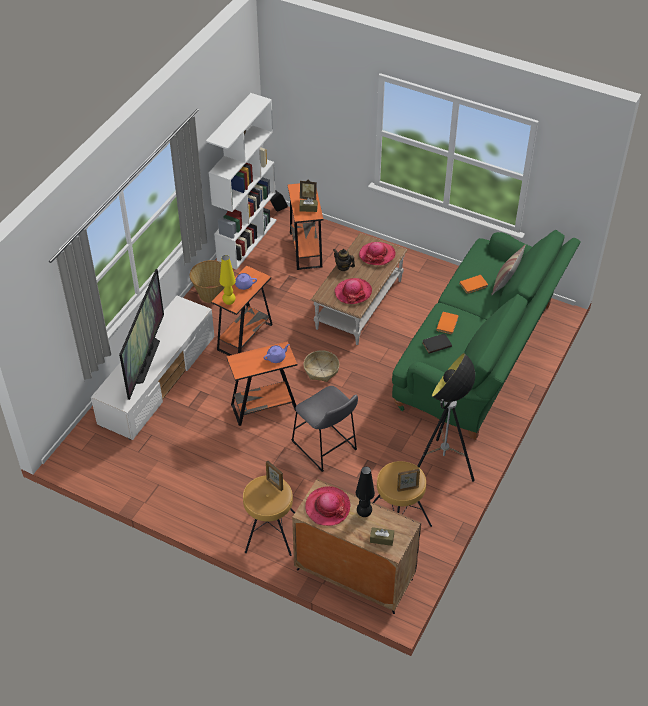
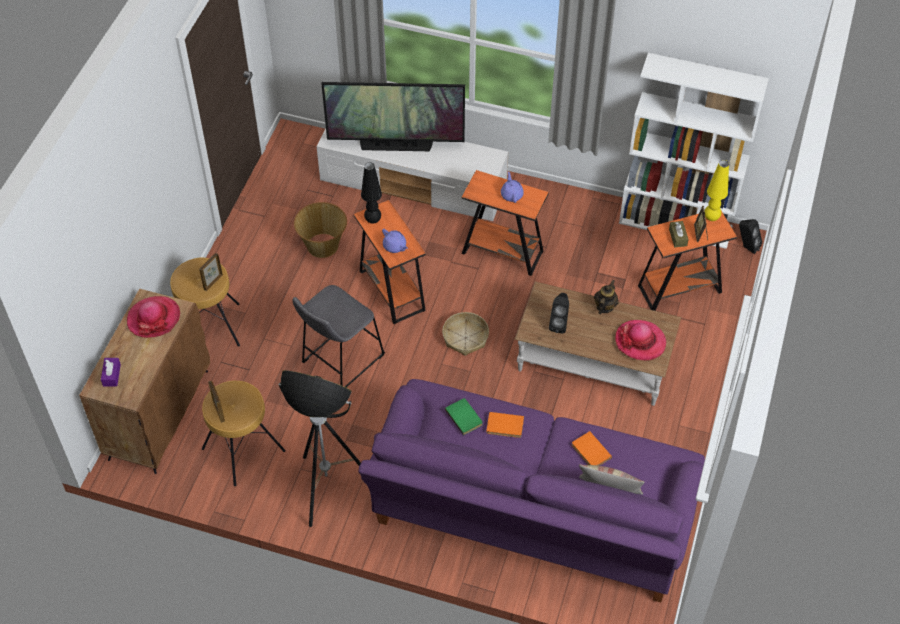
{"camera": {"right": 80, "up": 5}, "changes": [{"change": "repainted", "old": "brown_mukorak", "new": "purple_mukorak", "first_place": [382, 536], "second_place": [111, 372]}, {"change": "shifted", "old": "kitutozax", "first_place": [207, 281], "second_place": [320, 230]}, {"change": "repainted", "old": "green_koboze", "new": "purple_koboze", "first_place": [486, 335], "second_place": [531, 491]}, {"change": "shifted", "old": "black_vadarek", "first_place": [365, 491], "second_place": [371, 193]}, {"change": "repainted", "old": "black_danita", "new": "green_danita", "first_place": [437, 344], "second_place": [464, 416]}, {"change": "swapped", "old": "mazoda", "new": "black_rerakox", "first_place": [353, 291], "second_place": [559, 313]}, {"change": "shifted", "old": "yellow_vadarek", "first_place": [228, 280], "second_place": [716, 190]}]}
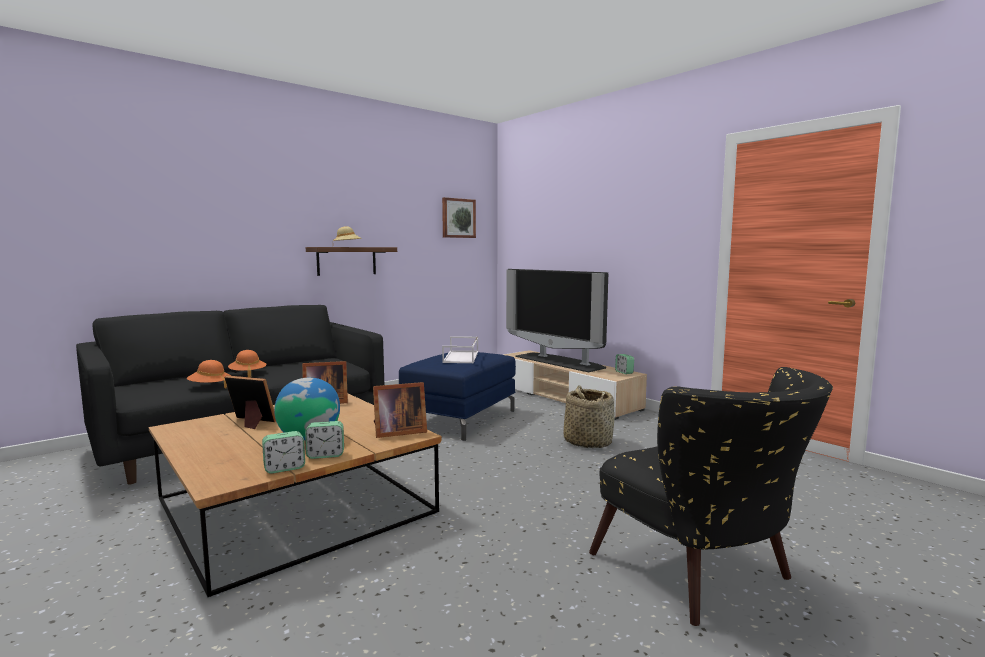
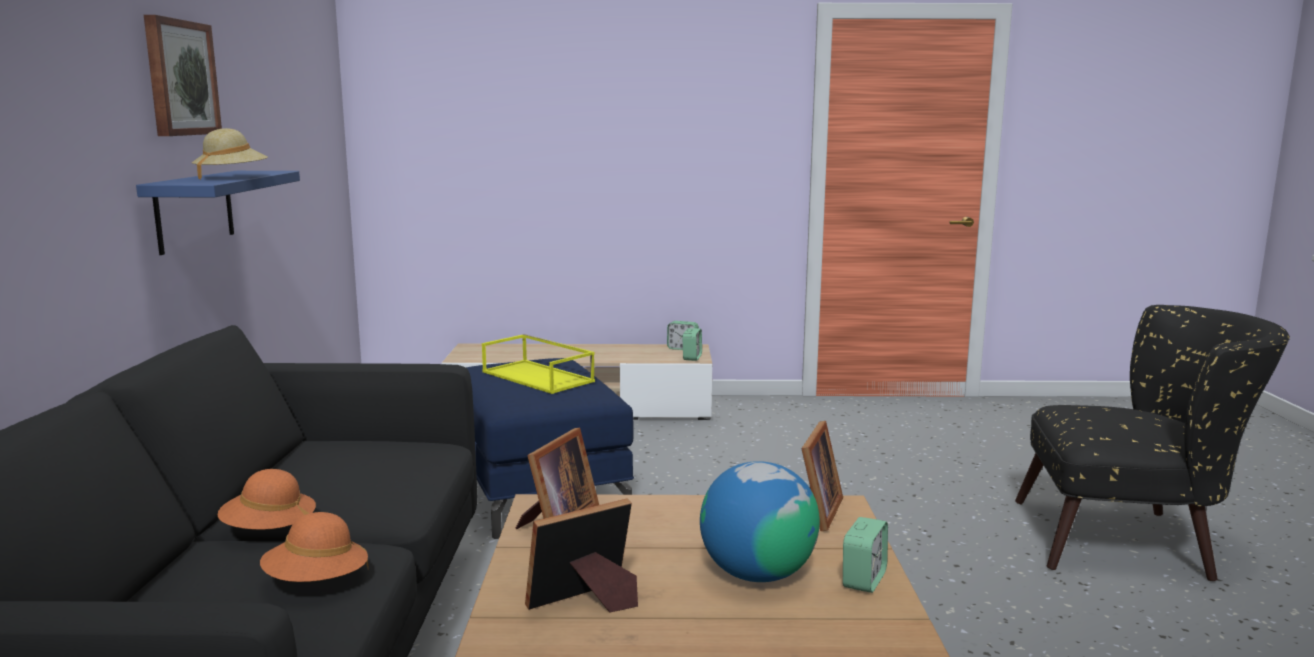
{"camera": {"right": -50, "up": 5}, "changes": [{"change": "repainted", "old": "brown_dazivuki", "new": "blue_dazivuki", "first_place": [351, 261], "second_place": [218, 213]}, {"change": "shifted", "old": "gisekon", "first_place": [459, 217], "second_place": [183, 75]}, {"change": "repainted", "old": "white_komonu", "new": "yellow_komonu", "first_place": [460, 349], "second_place": [538, 364]}, {"change": "shifted", "old": "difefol", "first_place": [283, 452], "second_place": [692, 344]}, {"change": "gone", "old": "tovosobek", "first_place": [557, 320]}, {"change": "gone", "old": "kitutozax", "first_place": [589, 416]}]}
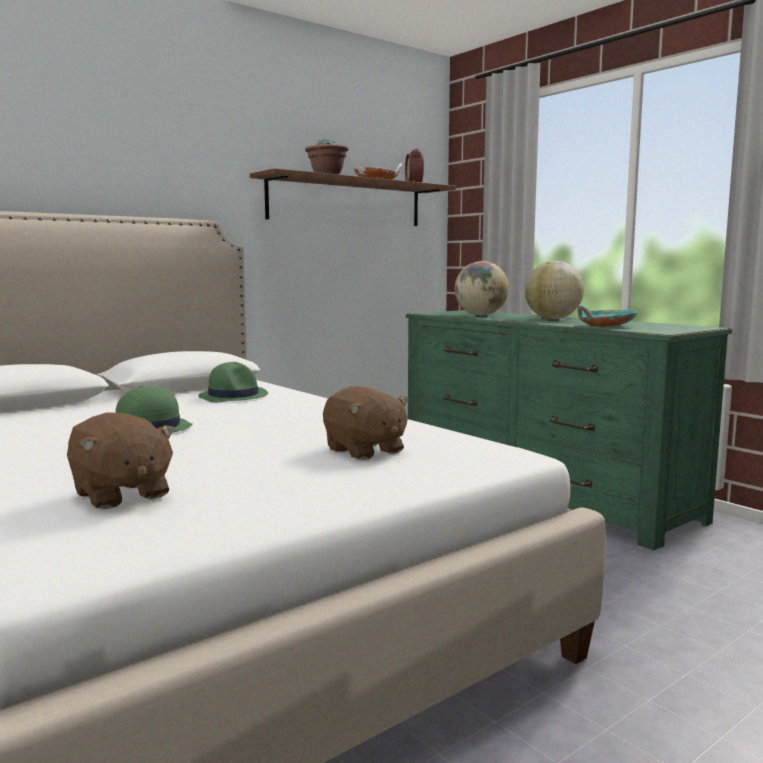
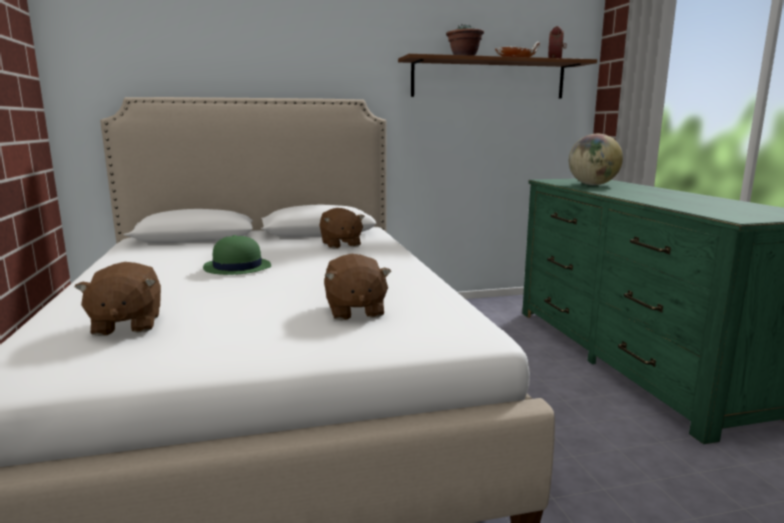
{"camera": {"right": 25, "up": 5}, "changes": [{"change": "swapped", "old": "green_mazoda", "new": "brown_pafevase", "first_place": [233, 382], "second_place": [342, 228]}, {"change": "gone", "old": "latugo", "first_place": [554, 290]}, {"change": "gone", "old": "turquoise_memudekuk", "first_place": [607, 316]}]}
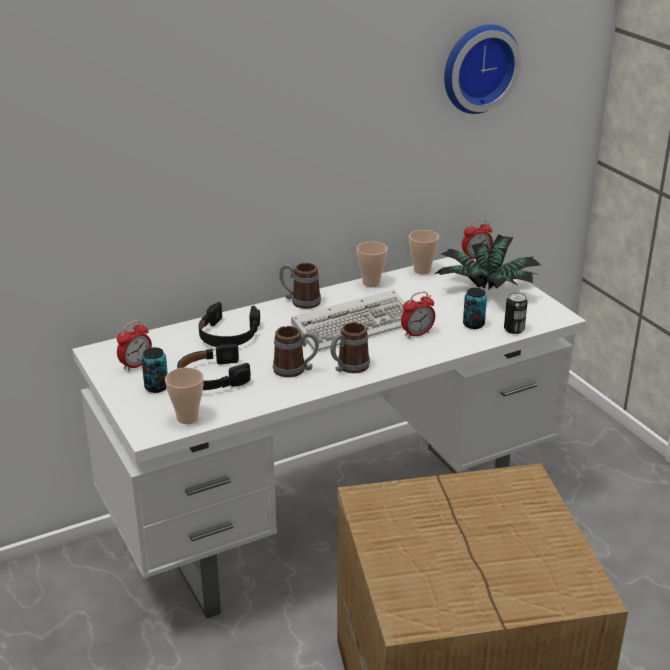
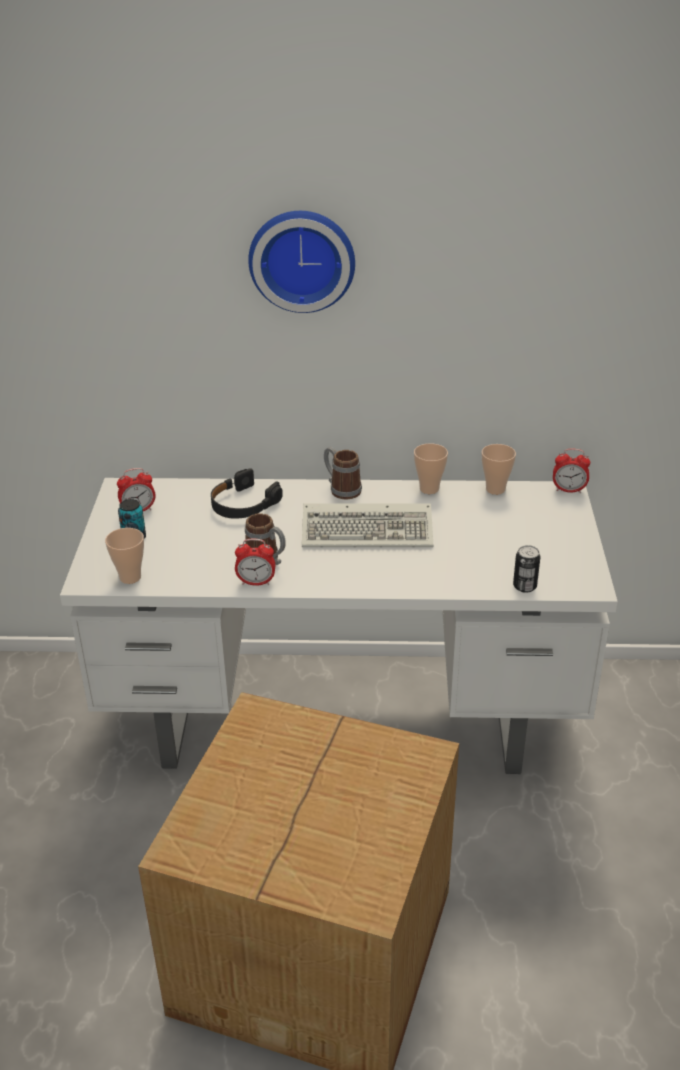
{"camera": {"right": 30, "up": 5}, "changes": [{"change": "shifted", "old": "difefol", "first_place": [418, 315], "second_place": [255, 562]}, {"change": "shifted", "old": "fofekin", "first_place": [482, 69], "second_place": [301, 262]}, {"change": "gone", "old": "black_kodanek", "first_place": [214, 366]}, {"change": "gone", "old": "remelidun", "first_place": [350, 347]}, {"change": "gone", "old": "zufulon", "first_place": [488, 261]}, {"change": "gone", "old": "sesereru", "first_place": [475, 308]}]}
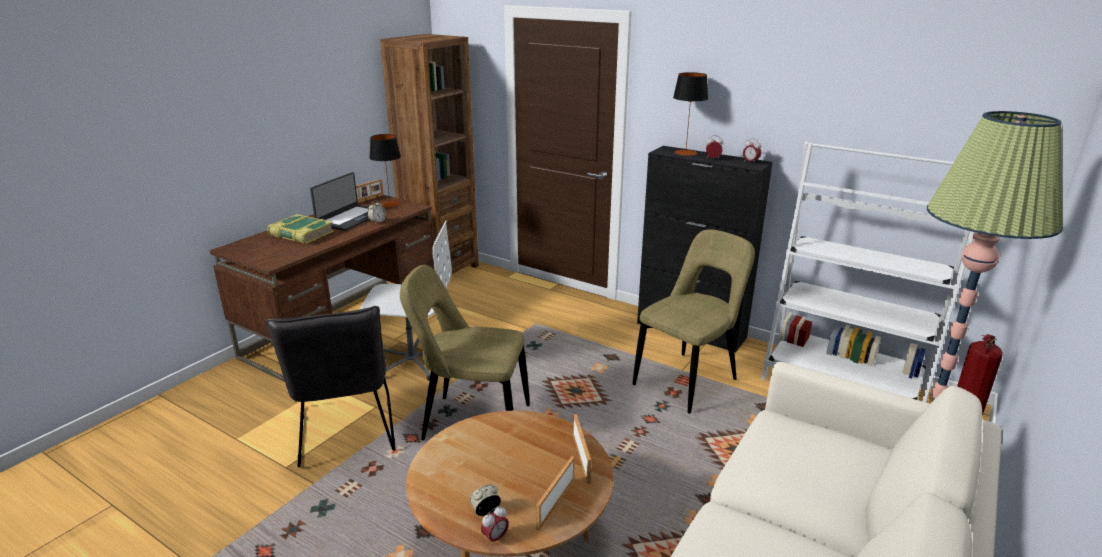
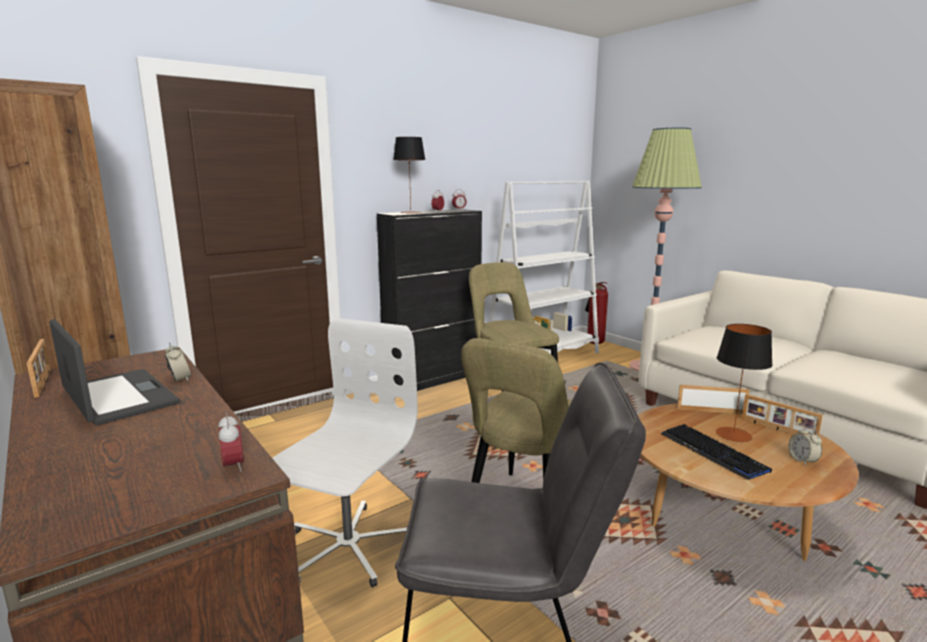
{"camera": {"right": -70, "up": -10}, "changes": [{"change": "shifted", "old": "difefol", "first_place": [495, 526], "second_place": [231, 442]}, {"change": "new", "new": "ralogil", "second_place": [716, 452]}, {"change": "shifted", "old": "vadarek", "first_place": [385, 171], "second_place": [744, 383]}, {"change": "gone", "old": "danita", "first_place": [300, 229]}]}
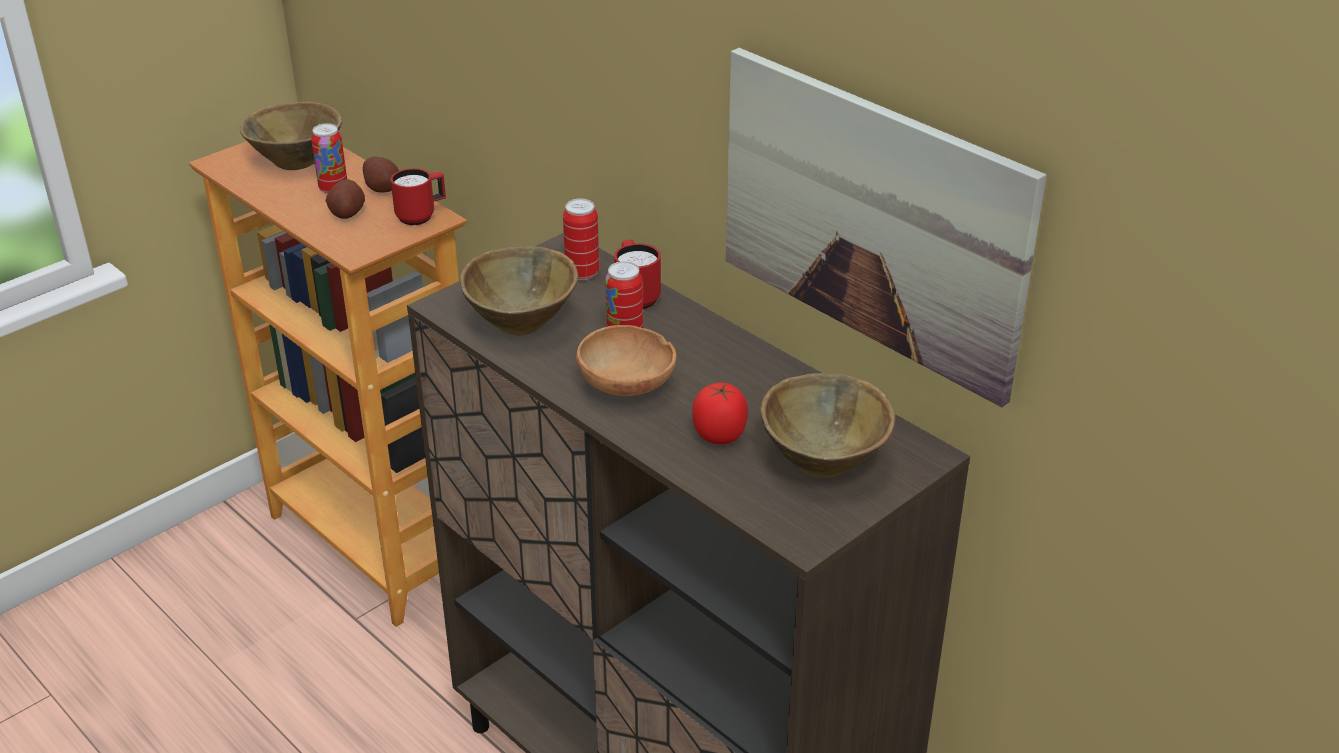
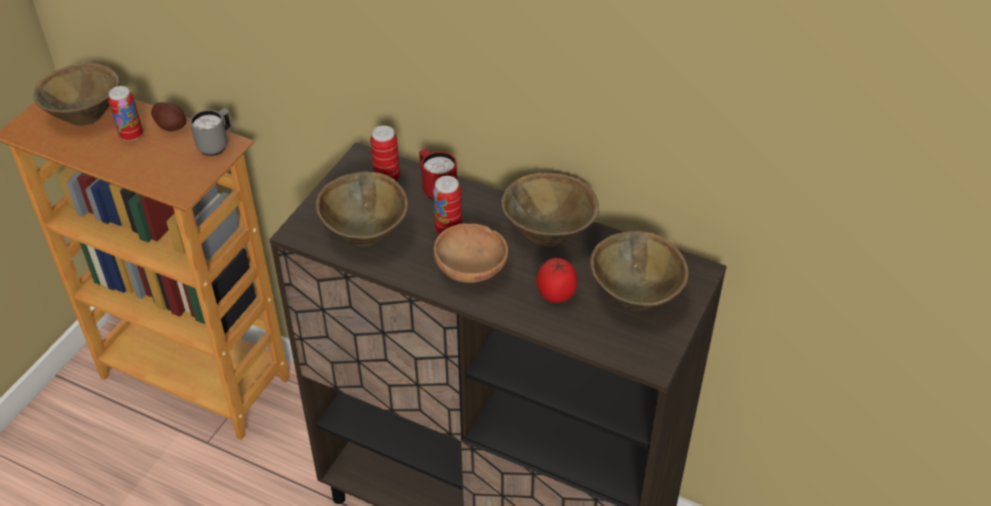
{"camera": {"right": -20, "up": 10}, "changes": [{"change": "repainted", "old": "red_remelidun", "new": "grey_remelidun", "first_place": [418, 196], "second_place": [211, 132]}, {"change": "new", "new": "brown_memudekuk", "second_place": [550, 209]}, {"change": "gone", "old": "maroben", "first_place": [345, 199]}, {"change": "gone", "old": "gisekon", "first_place": [886, 227]}]}
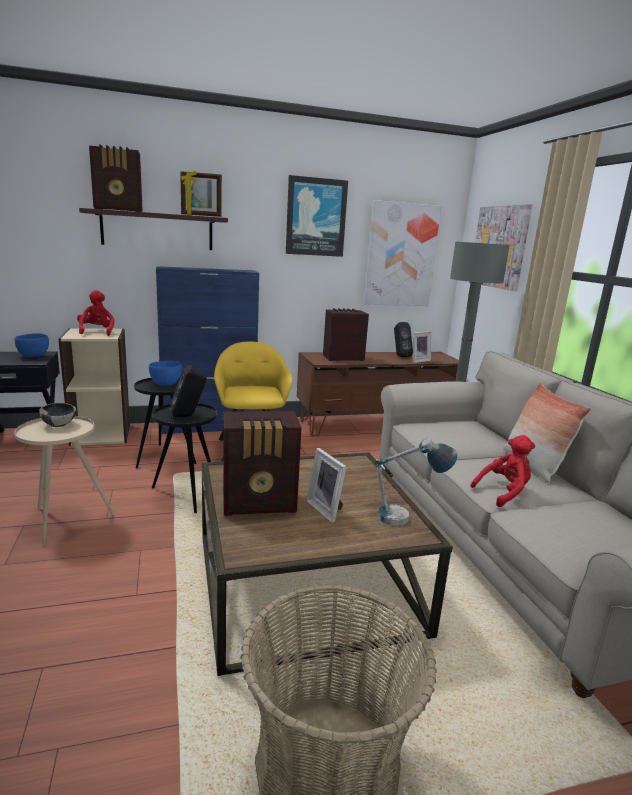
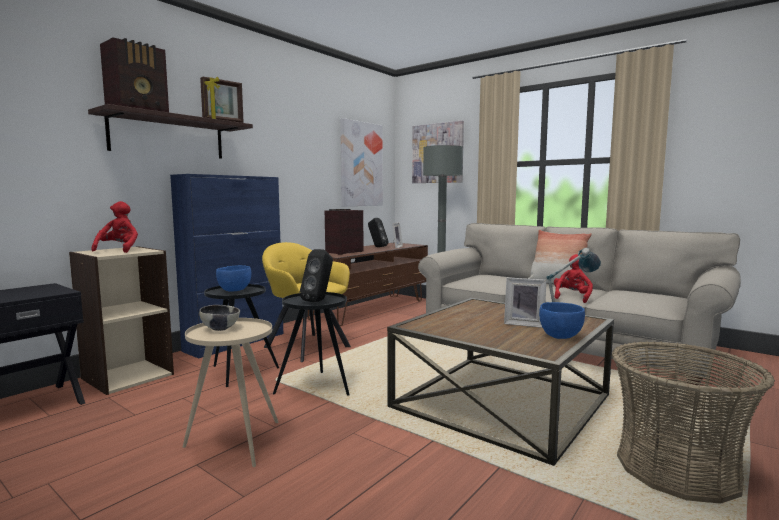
{"camera": {"right": -35, "up": -10}, "changes": [{"change": "rotated", "old": "red_pafevase", "first_place": [95, 313], "second_place": [114, 227], "degrees": 45}, {"change": "shifted", "old": "blue_memudekuk", "first_place": [31, 345], "second_place": [562, 320]}, {"change": "gone", "old": "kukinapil", "first_place": [262, 463]}, {"change": "gone", "old": "gisekon", "first_place": [317, 216]}]}
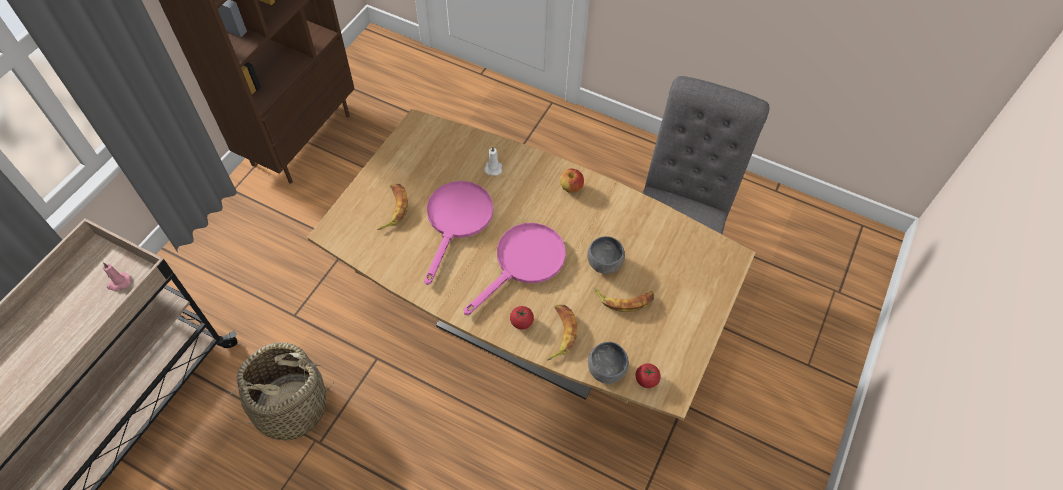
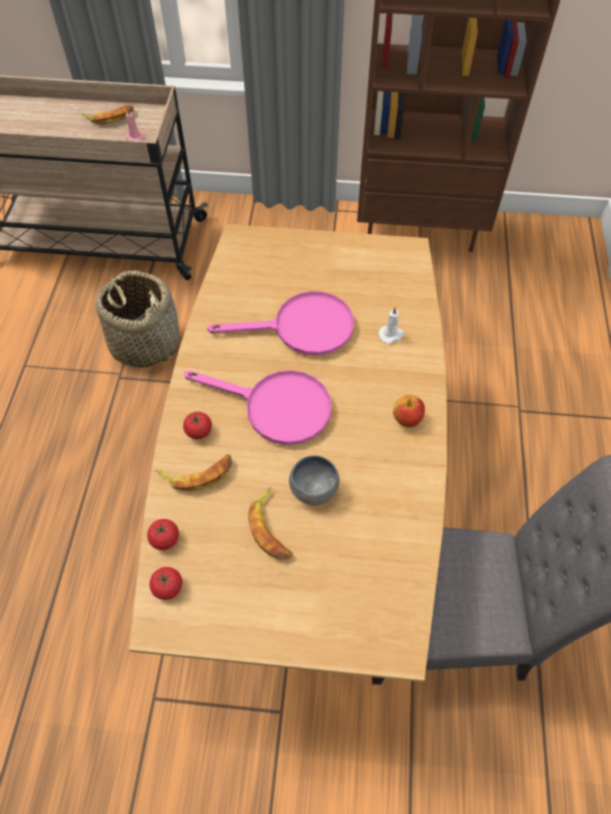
{"camera": {"right": 70, "up": 0}, "changes": [{"change": "shifted", "old": "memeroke", "first_place": [392, 207], "second_place": [108, 114]}, {"change": "swapped", "old": "grey_memudekuk", "new": "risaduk", "first_place": [608, 363], "second_place": [163, 534]}]}
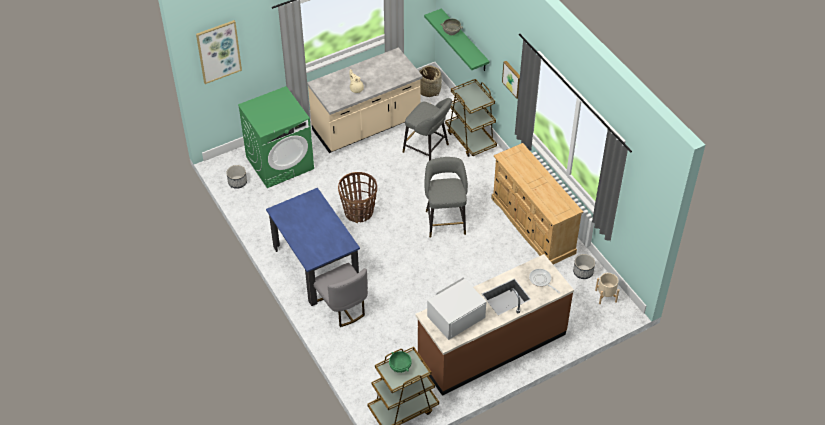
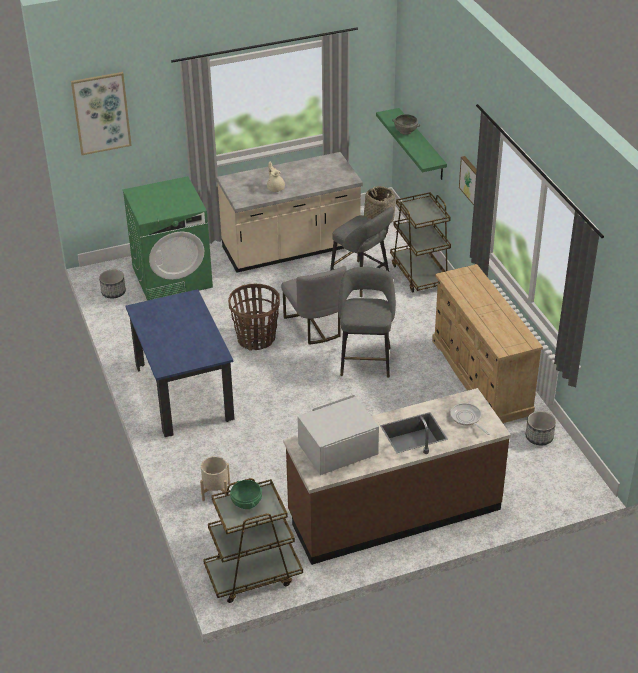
{"camera": {"right": 10, "up": -10}, "changes": [{"change": "shifted", "old": "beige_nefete", "first_place": [607, 288], "second_place": [215, 478]}, {"change": "shifted", "old": "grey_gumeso", "first_place": [341, 295], "second_place": [314, 305]}]}
